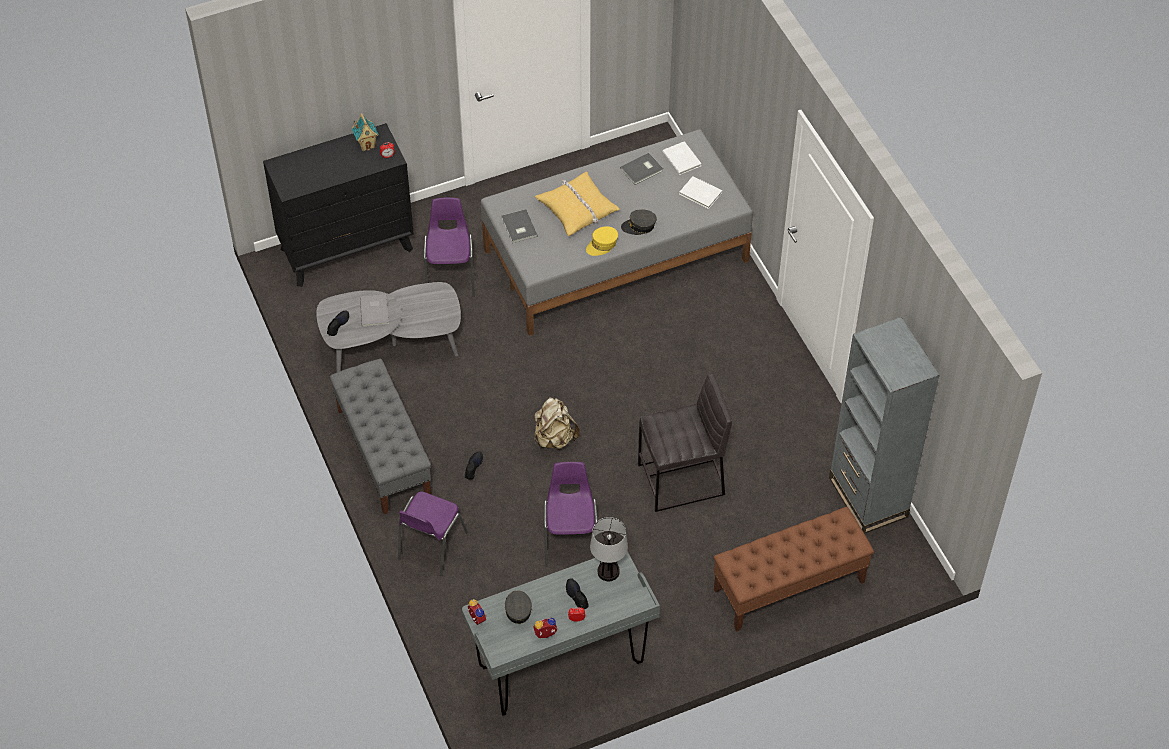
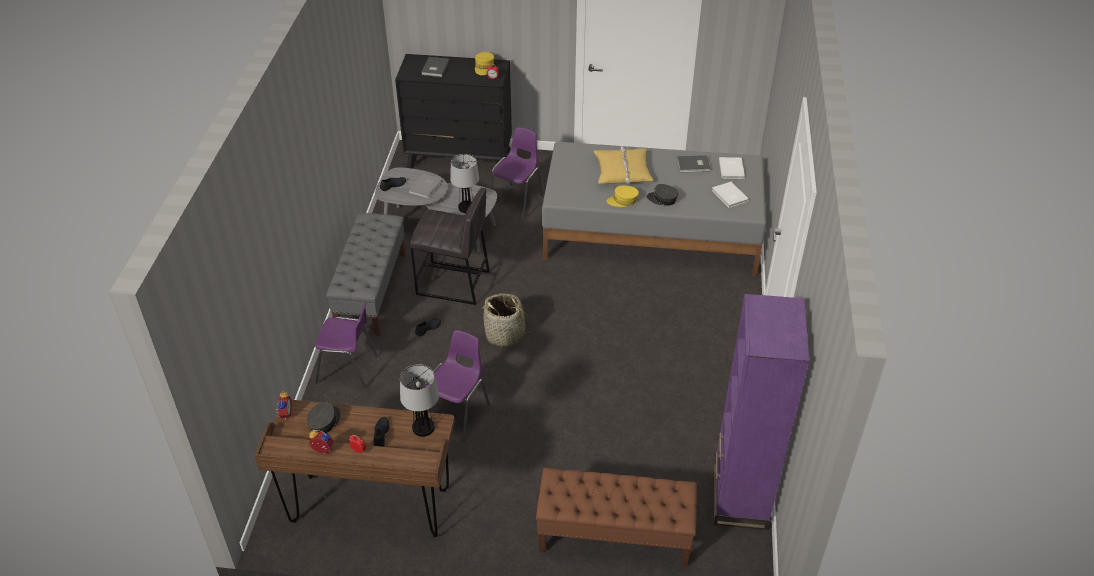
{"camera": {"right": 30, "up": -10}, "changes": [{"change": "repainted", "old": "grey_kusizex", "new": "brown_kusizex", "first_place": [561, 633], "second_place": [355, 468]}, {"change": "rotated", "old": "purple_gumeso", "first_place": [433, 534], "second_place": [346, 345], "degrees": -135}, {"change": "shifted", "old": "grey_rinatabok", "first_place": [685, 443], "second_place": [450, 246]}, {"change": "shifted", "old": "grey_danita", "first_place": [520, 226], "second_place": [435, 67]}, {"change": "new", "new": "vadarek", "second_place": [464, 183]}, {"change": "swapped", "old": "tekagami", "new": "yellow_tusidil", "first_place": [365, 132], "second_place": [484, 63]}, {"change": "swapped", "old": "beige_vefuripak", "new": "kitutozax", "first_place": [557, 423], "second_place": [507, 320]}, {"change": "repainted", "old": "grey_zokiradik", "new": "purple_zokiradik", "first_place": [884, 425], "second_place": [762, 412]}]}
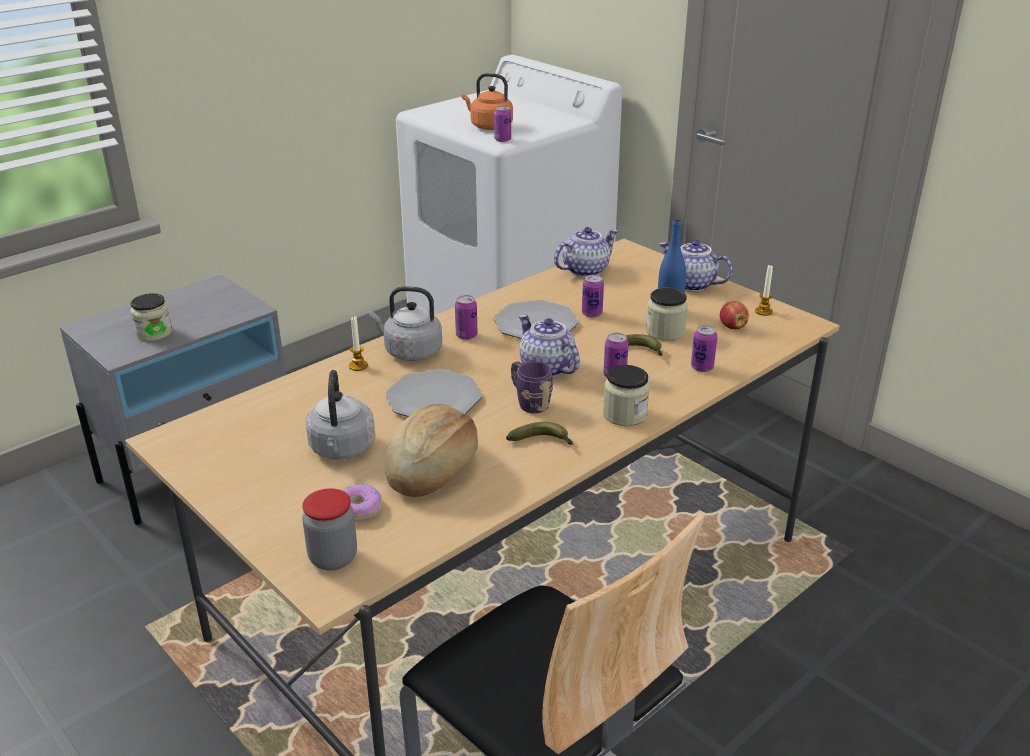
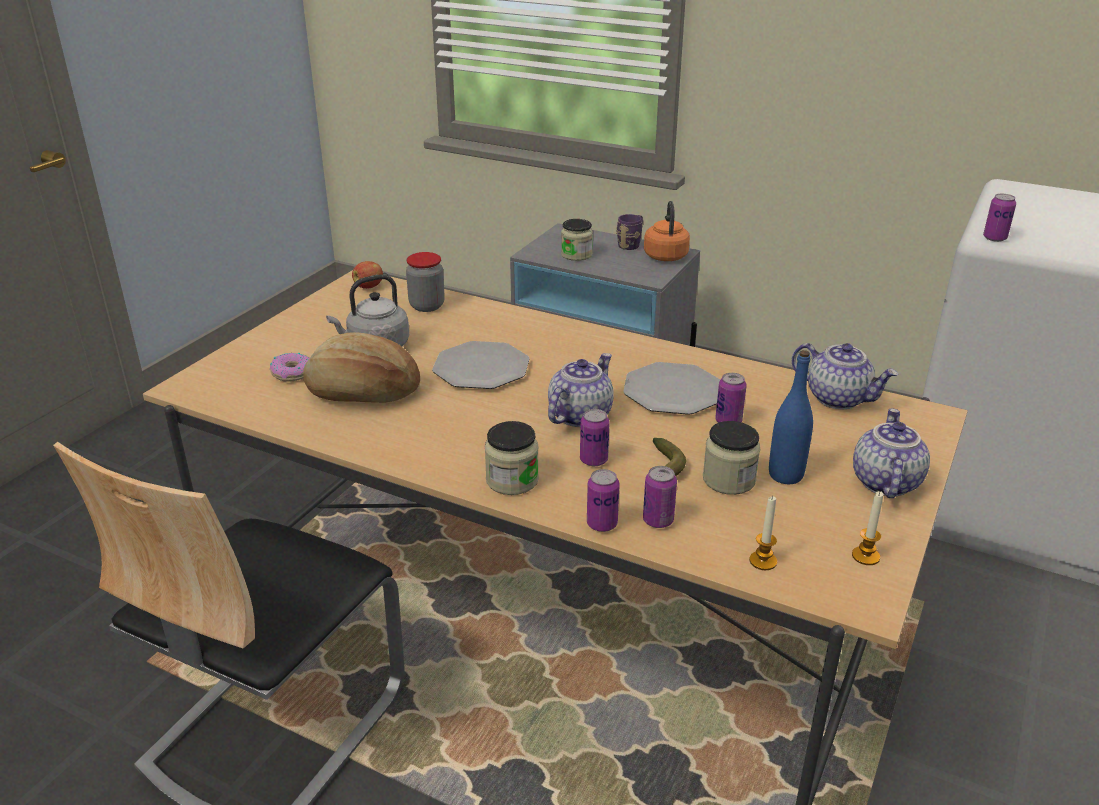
{"camera": {"right": 70, "up": 0}, "changes": [{"change": "shifted", "old": "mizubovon", "first_place": [734, 315], "second_place": [367, 275]}, {"change": "shifted", "old": "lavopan", "first_place": [329, 529], "second_place": [425, 282]}, {"change": "shifted", "old": "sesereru", "first_place": [466, 317], "second_place": [603, 500]}, {"change": "shifted", "old": "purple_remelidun", "first_place": [532, 387], "second_place": [629, 232]}, {"change": "shifted", "old": "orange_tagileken", "first_place": [487, 101], "second_place": [667, 231]}, {"change": "shifted", "old": "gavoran", "first_place": [358, 343], "second_place": [763, 533]}, {"change": "gone", "old": "grey_tagileken", "first_place": [405, 323]}, {"change": "gone", "old": "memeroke", "first_place": [539, 433]}]}
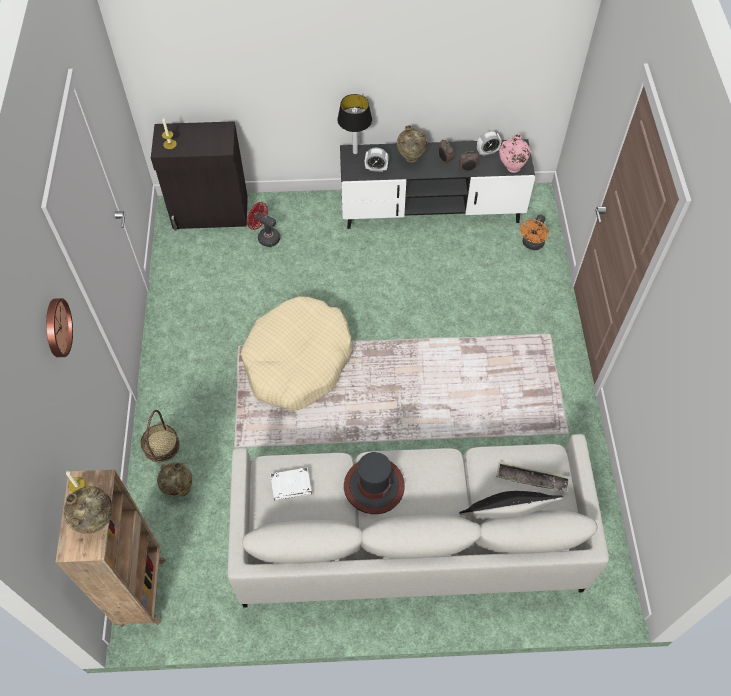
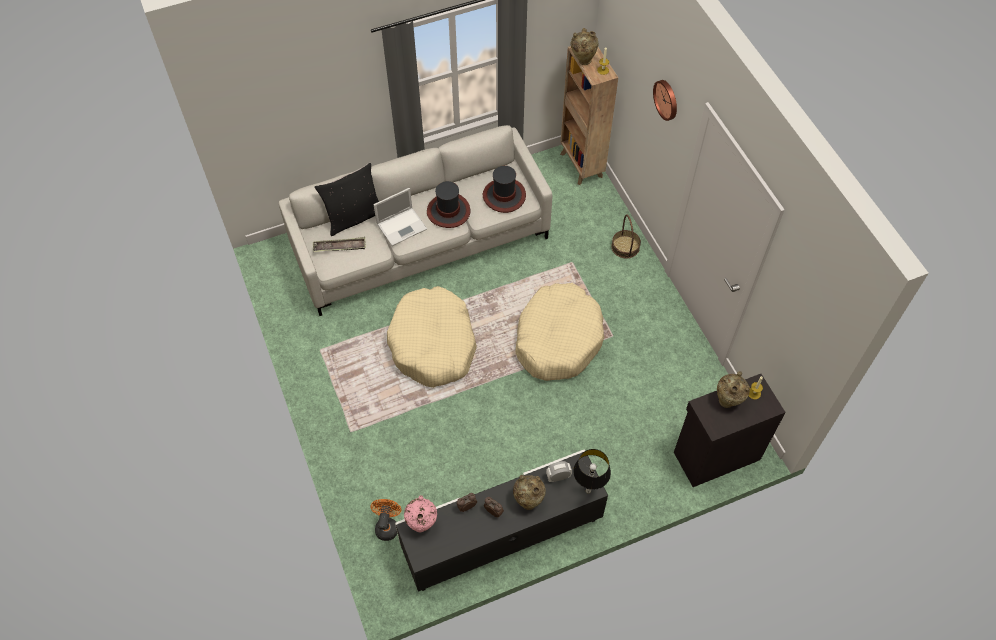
{"camera": {"right": 160, "up": 0}, "changes": [{"change": "new", "new": "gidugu", "second_place": [400, 217]}, {"change": "new", "new": "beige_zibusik", "second_place": [432, 337]}, {"change": "swapped", "old": "white_danita", "new": "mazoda", "first_place": [291, 484], "second_place": [504, 189]}, {"change": "shifted", "old": "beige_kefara", "first_place": [174, 479], "second_place": [733, 389]}, {"change": "gone", "old": "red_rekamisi", "first_place": [263, 224]}, {"change": "gone", "old": "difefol", "first_place": [489, 143]}]}
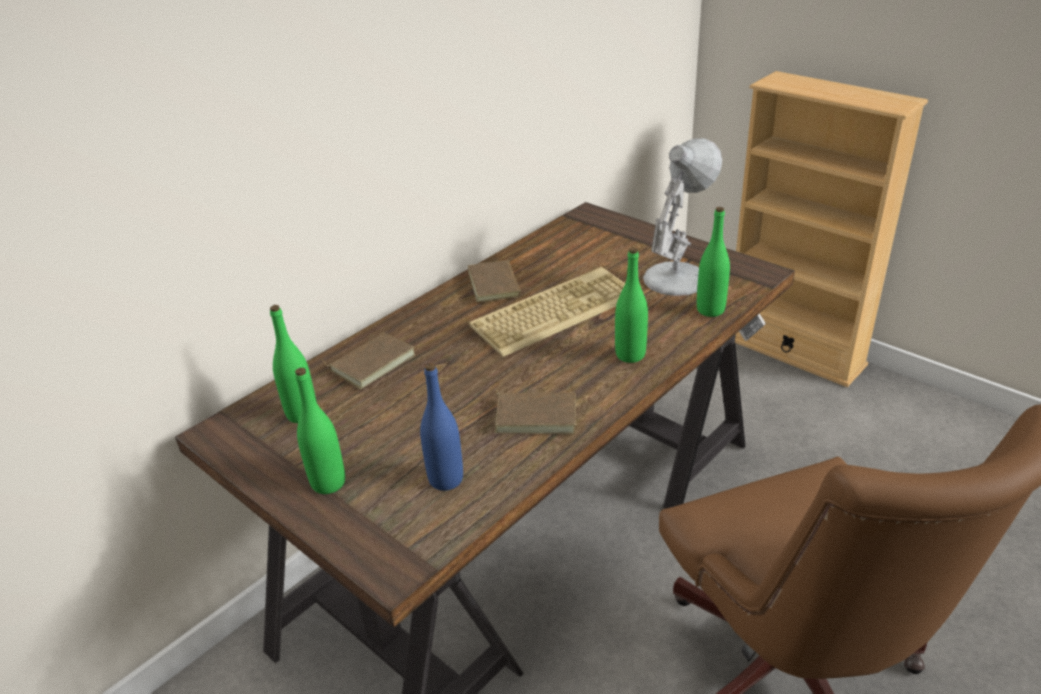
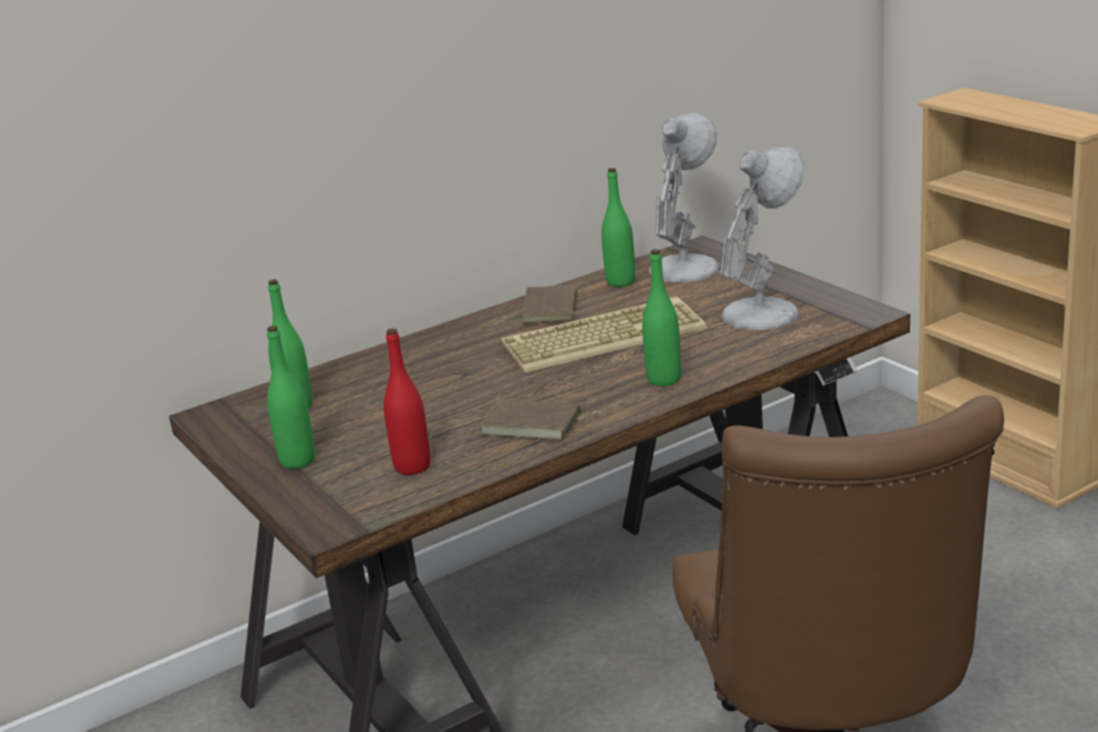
{"camera": {"right": 15, "up": -10}, "changes": [{"change": "repainted", "old": "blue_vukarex", "new": "red_vukarex", "first_place": [441, 427], "second_place": [407, 401]}, {"change": "shifted", "old": "green_vukarex", "first_place": [713, 262], "second_place": [618, 227]}, {"change": "new", "new": "white_vadarek", "second_place": [684, 197]}, {"change": "gone", "old": "brown_danita", "first_place": [367, 360]}]}
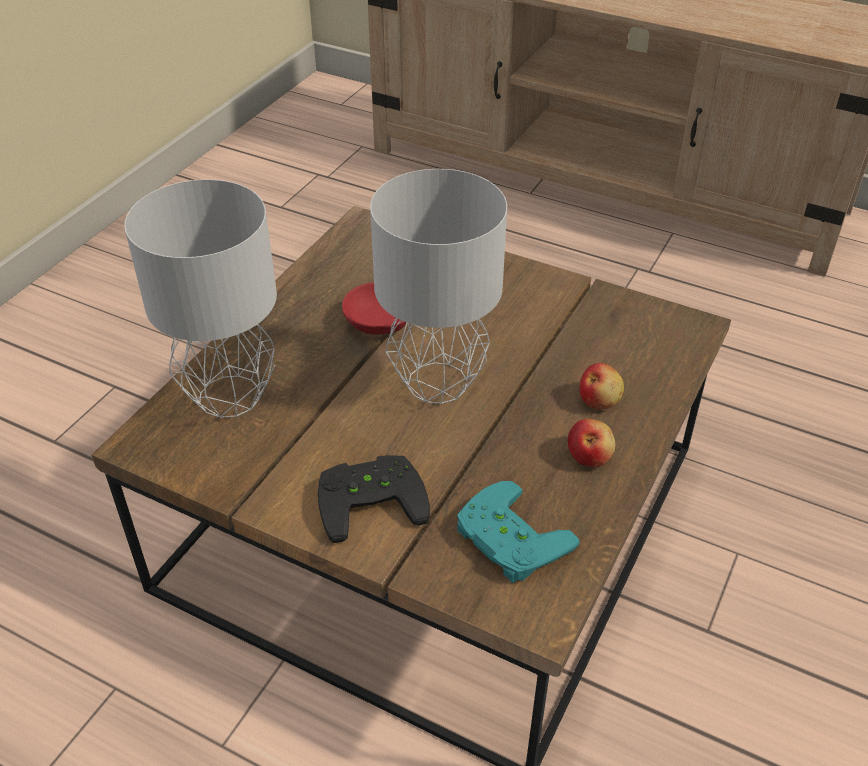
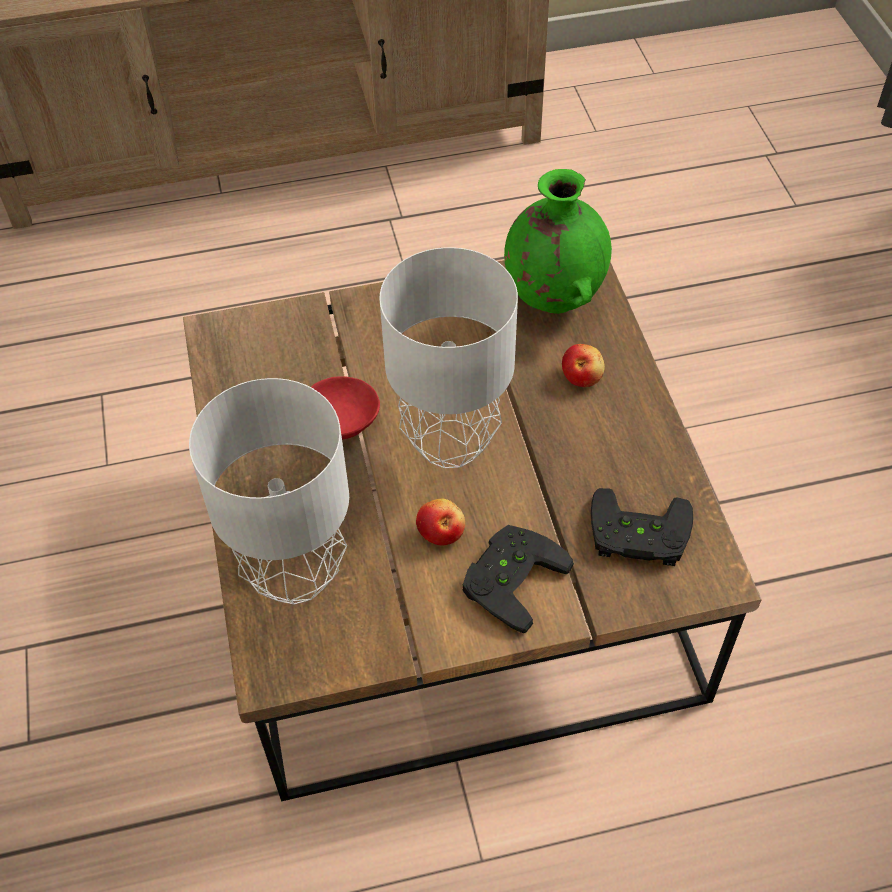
{"camera": {"right": -40, "up": 10}, "changes": [{"change": "shifted", "old": "mizubovon", "first_place": [591, 443], "second_place": [440, 522]}, {"change": "new", "new": "green_kefara", "second_place": [558, 241]}, {"change": "repainted", "old": "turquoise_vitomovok", "new": "black_vitomovok", "first_place": [518, 532], "second_place": [642, 527]}]}
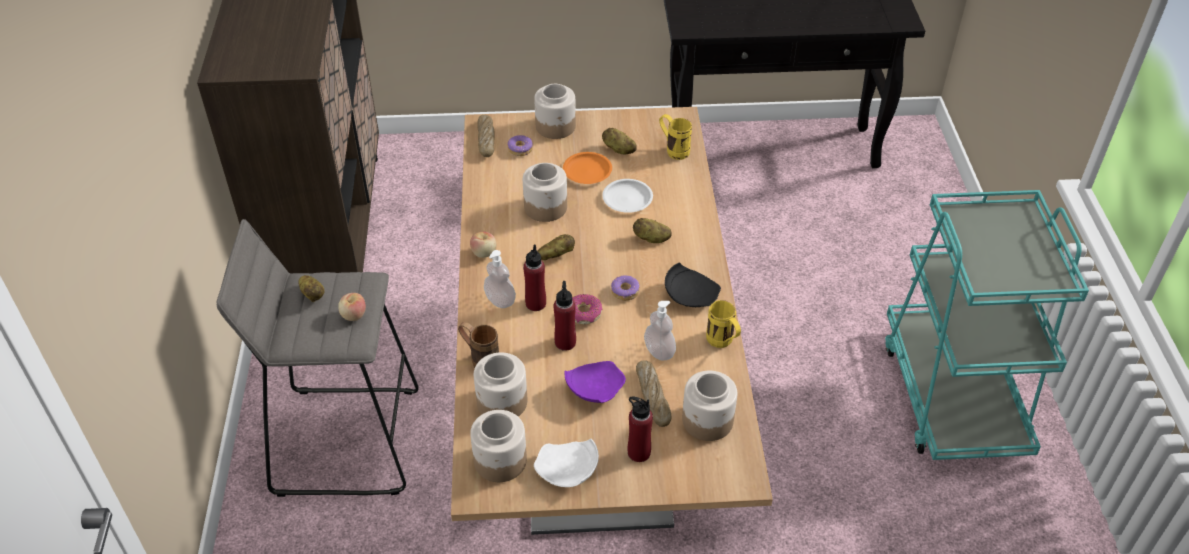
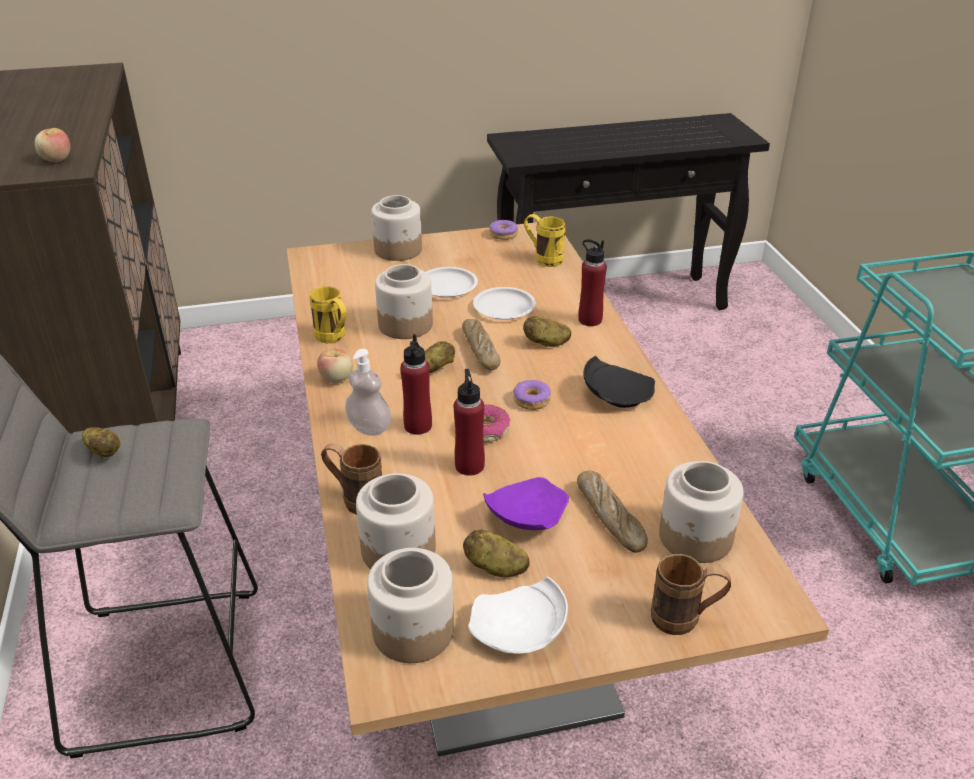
{"camera": {"right": -10, "up": -10}, "changes": [{"change": "shifted", "old": "mizubovon", "first_place": [352, 307], "second_place": [52, 145]}, {"change": "shifted", "old": "yellow_remelidun", "first_place": [723, 324], "second_place": [328, 314]}, {"change": "repainted", "old": "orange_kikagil", "new": "white_kikagil", "first_place": [587, 168], "second_place": [452, 282]}, {"change": "shifted", "old": "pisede", "first_place": [486, 136], "second_place": [481, 344]}, {"change": "shifted", "old": "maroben", "first_place": [619, 141], "second_place": [496, 553]}, {"change": "shifted", "old": "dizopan", "first_place": [520, 145], "second_place": [503, 230]}, {"change": "shifted", "old": "red_vukarex", "first_place": [640, 429], "second_place": [592, 282]}, {"change": "new", "new": "brown_remelidun", "second_place": [691, 594]}, {"change": "gone", "old": "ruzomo", "first_place": [660, 330]}]}
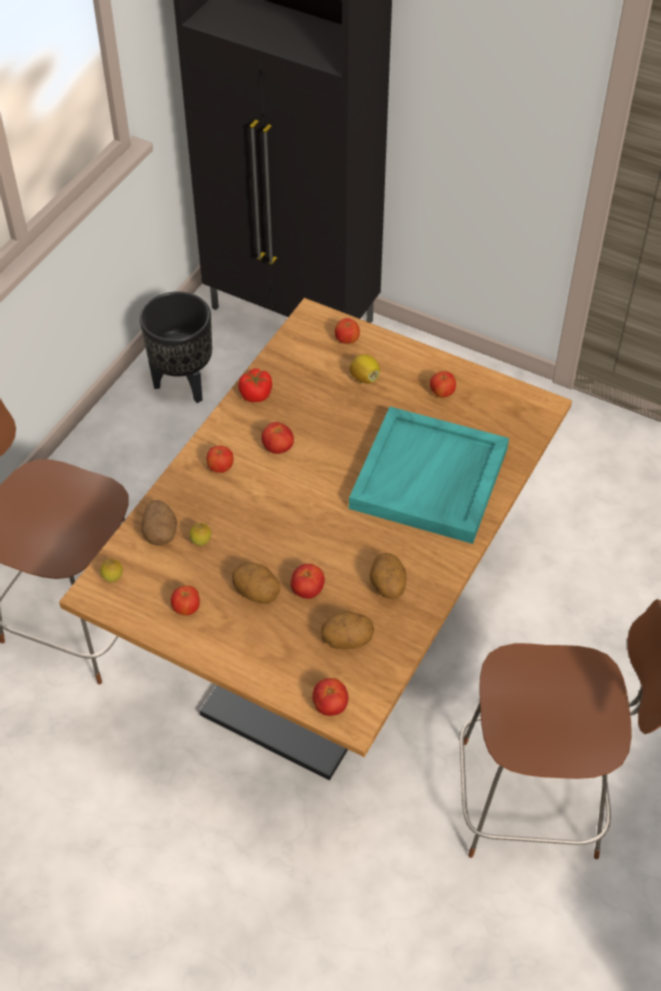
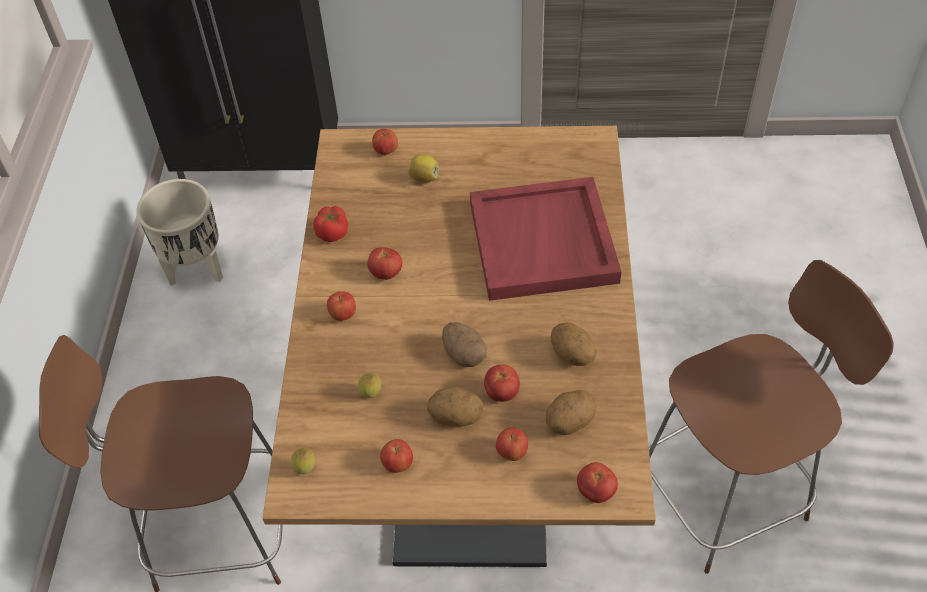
{"camera": {"right": -25, "up": 0}, "changes": [{"change": "repainted", "old": "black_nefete", "new": "beige_nefete", "first_place": [176, 347], "second_place": [179, 232]}, {"change": "shifted", "old": "maroben", "first_place": [159, 522], "second_place": [464, 344]}, {"change": "repainted", "old": "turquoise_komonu", "new": "red_komonu", "first_place": [429, 475], "second_place": [545, 239]}, {"change": "shifted", "old": "mizubovon", "first_place": [443, 384], "second_place": [512, 444]}]}
